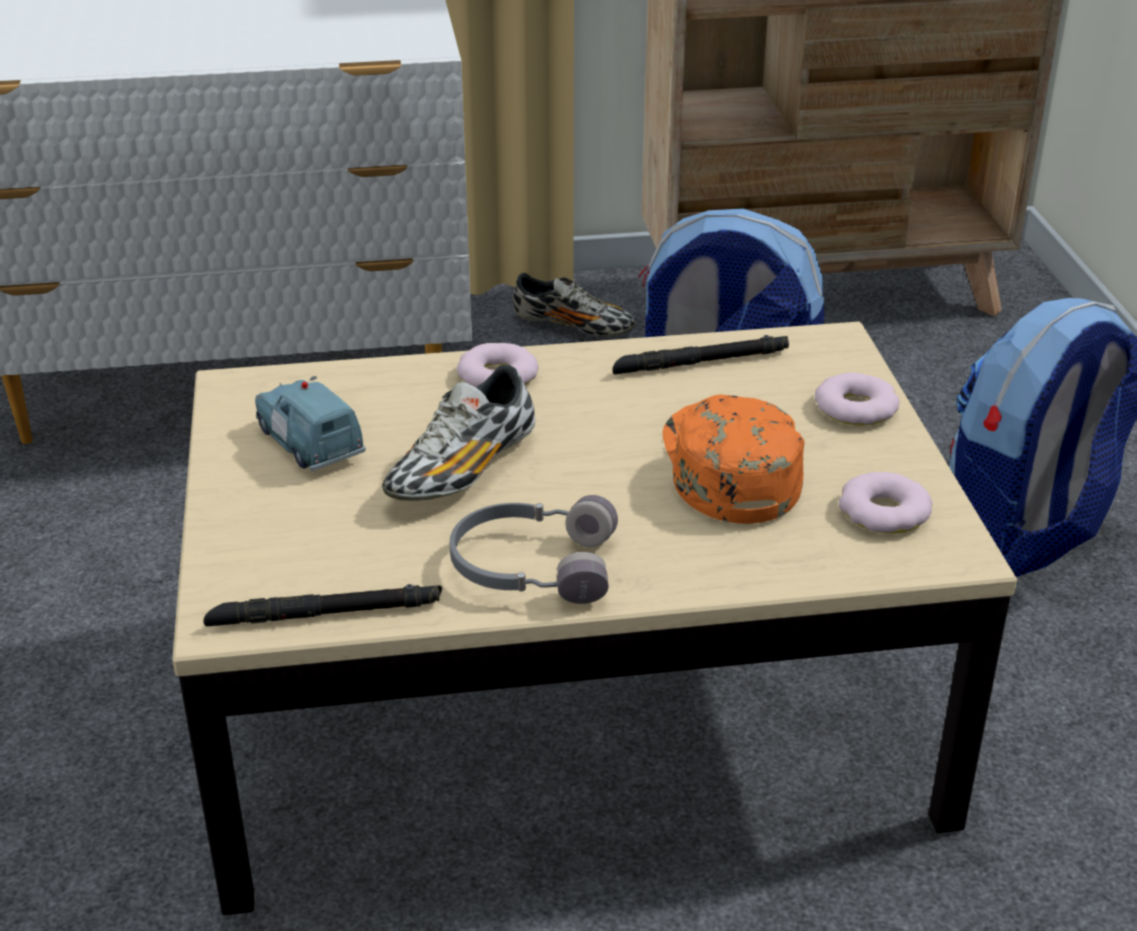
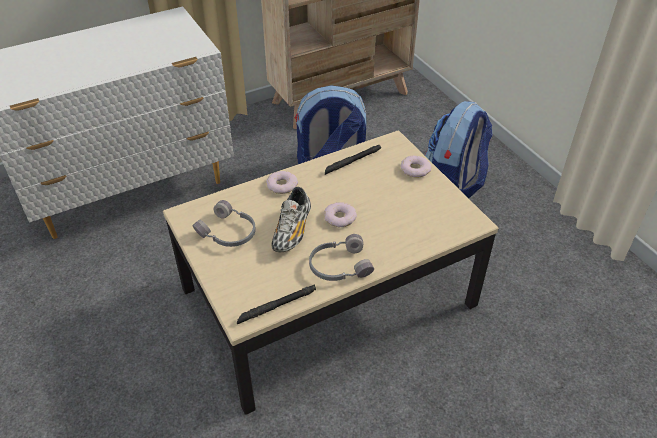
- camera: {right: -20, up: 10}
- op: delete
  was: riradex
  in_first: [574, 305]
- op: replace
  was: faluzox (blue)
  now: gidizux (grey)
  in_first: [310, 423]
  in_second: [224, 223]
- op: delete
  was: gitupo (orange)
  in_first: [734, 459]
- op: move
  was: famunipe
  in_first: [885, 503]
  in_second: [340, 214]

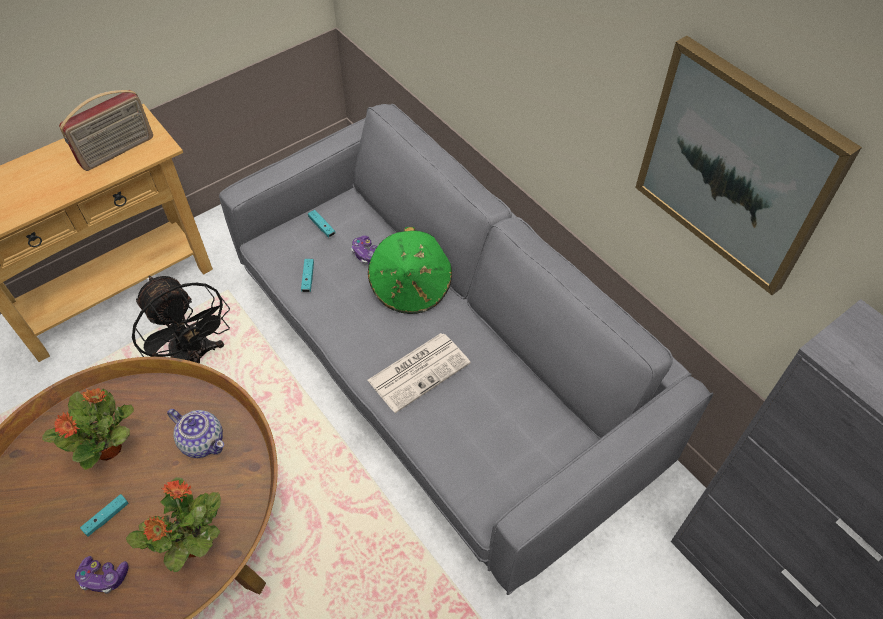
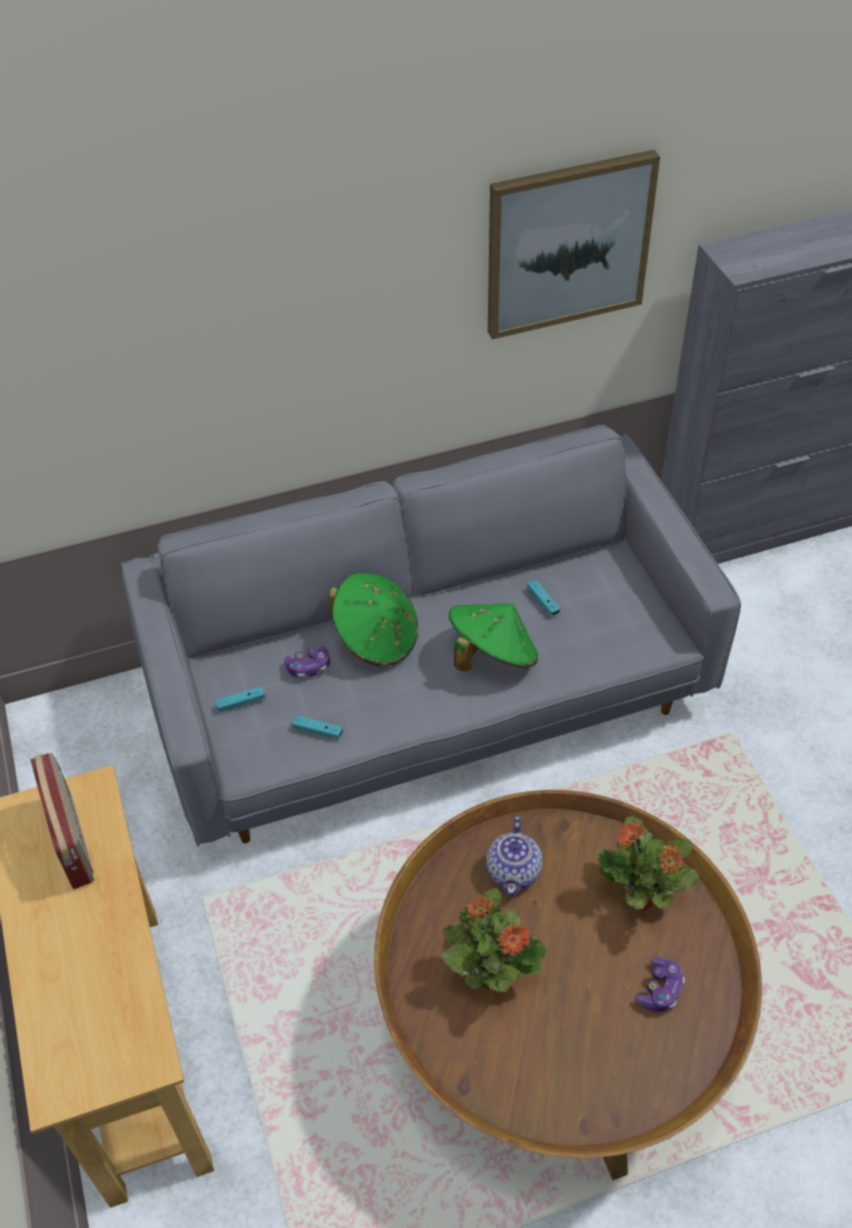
- camera: {right: -70, up: -5}
- op: delete
  was: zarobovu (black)
  in_first: [181, 319]
- op: replace
  was: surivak
  now: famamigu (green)
  in_first: [419, 373]
  in_second: [493, 637]
- op: rotate
  was: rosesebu
  in_first: [195, 433]
  in_second: [515, 856]
  clockwise: 135
- op: move
  was: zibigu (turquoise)
  in_first: [104, 515]
  in_second: [544, 598]

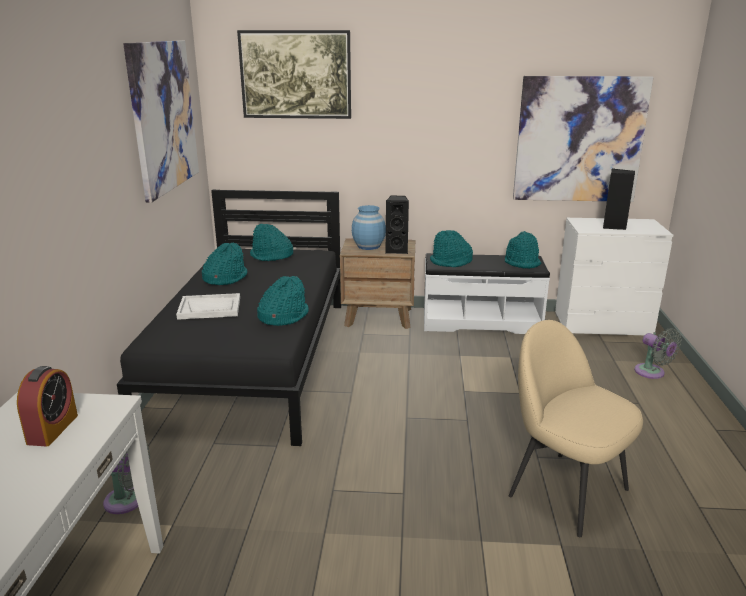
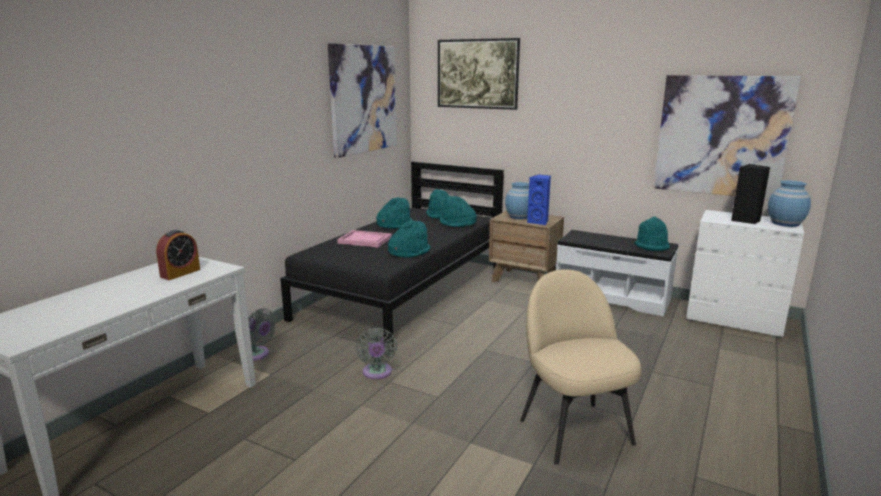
- camera: {right: 25, up: -5}
- op: recolor
  was: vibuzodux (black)
  now: vibuzodux (blue)
  in_first: [397, 225]
  in_second: [539, 200]
- op: move
  was: famamigu (turquoise)
  in_first: [451, 248]
  in_second: [458, 211]
- op: recolor
  was: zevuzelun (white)
  now: zevuzelun (pink)
  in_first: [208, 306]
  in_second: [364, 239]
- op: move
  was: zarobovu (grey)
  in_first: [657, 353]
  in_second: [376, 353]
- op: insert
  now: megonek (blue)
  in_second: [789, 203]

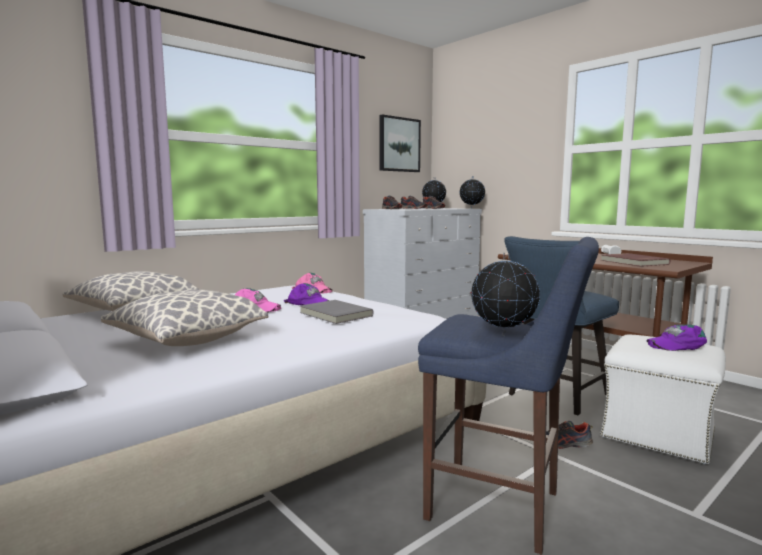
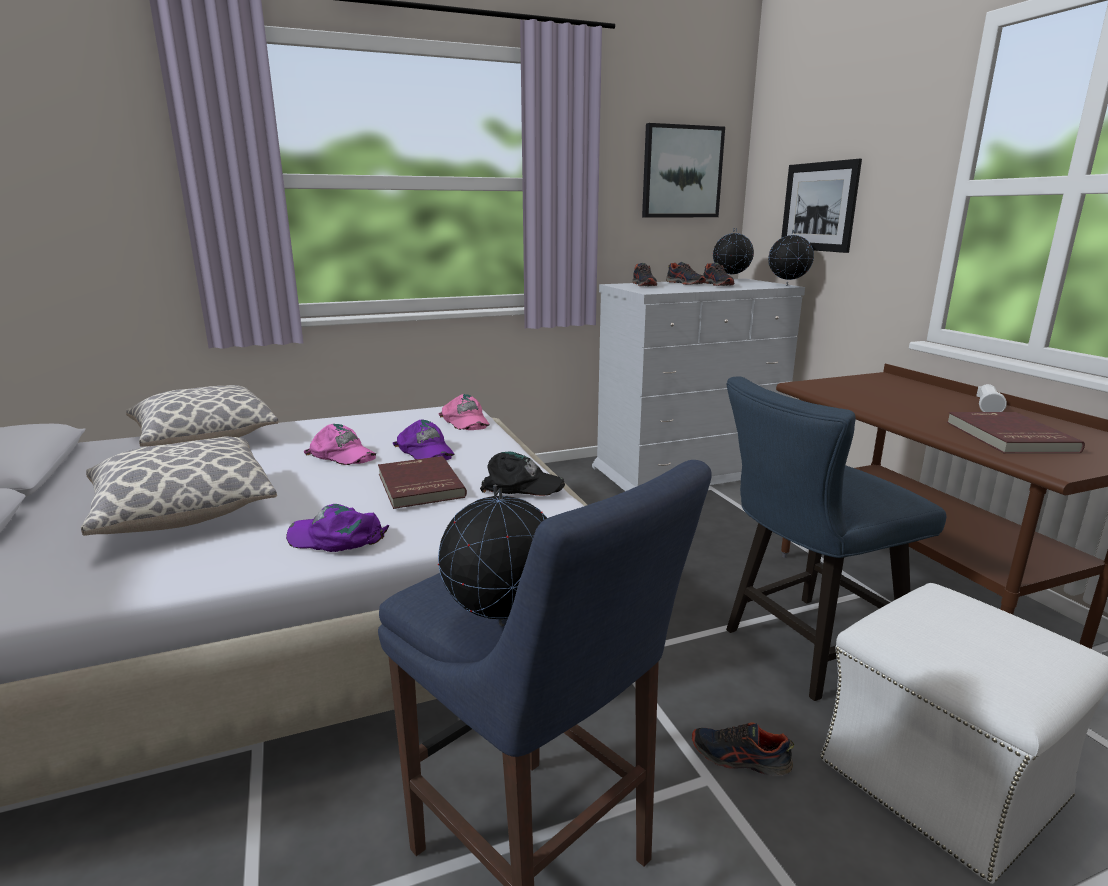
- camera: {right: 20, up: 10}
- op: recolor
  was: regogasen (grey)
  now: regogasen (red)
  in_first: [337, 312]
  in_second: [422, 482]
- op: move
  was: gitupo (purple)
  in_first: [677, 337]
  in_second: [337, 528]
- op: insert
  now: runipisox
  in_second: [821, 206]
- op: insert
  now: gitupo (black)
  in_second: [522, 473]

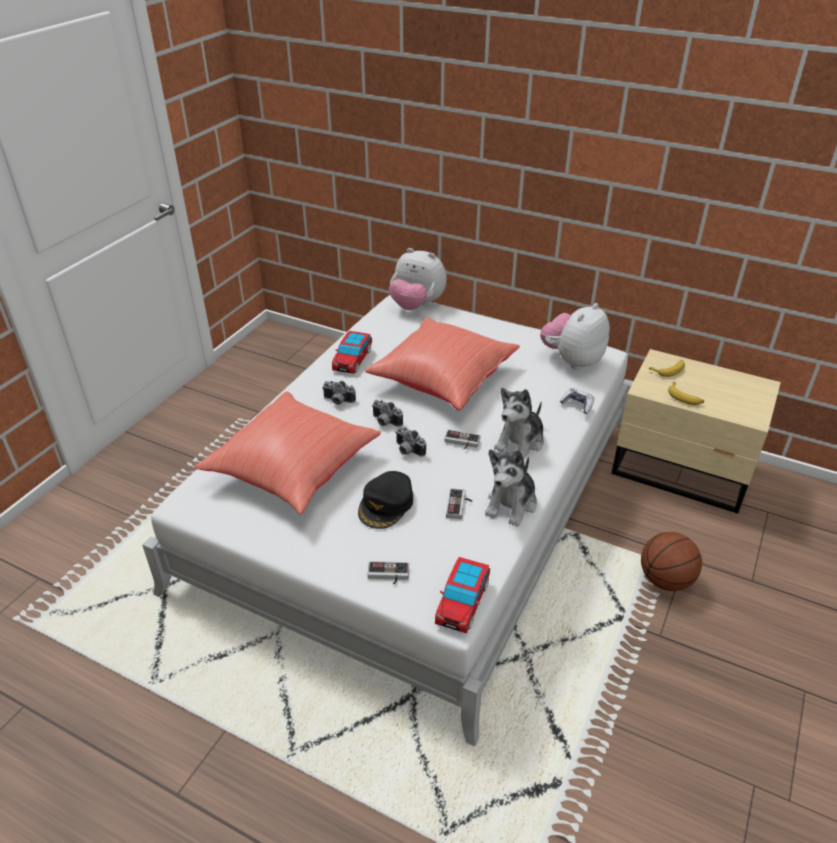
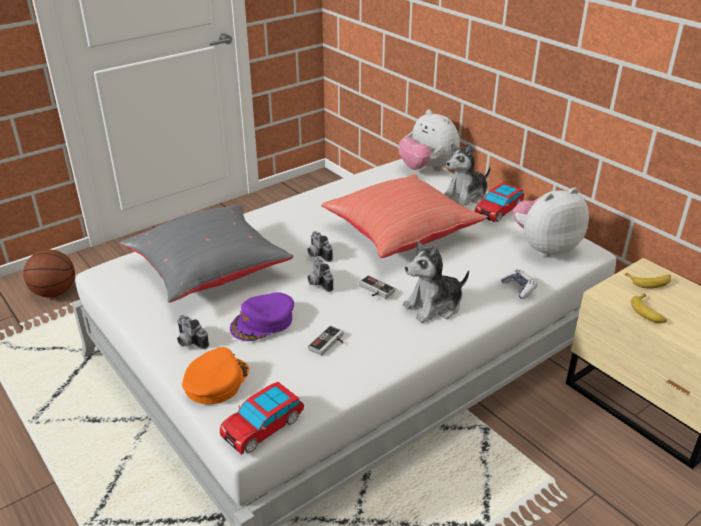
- camera: {right: 25, up: -5}
- op: move
  was: faluzox
  in_first: [352, 352]
  in_second: [499, 202]
- op: move
  was: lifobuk
  in_first: [339, 393]
  in_second: [193, 332]
- op: recolor
  was: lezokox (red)
  now: lezokox (grey)
  in_first: [288, 453]
  in_second: [207, 253]
- op: move
  was: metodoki
  in_first: [511, 488]
  in_second: [467, 175]
- op: recolor
  was: gitupo (black)
  now: gitupo (purple)
  in_first: [385, 500]
  in_second: [262, 316]
- op: move
  was: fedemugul
  in_first: [671, 561]
  in_second: [49, 273]
- op: replace
  was: zibigu
  now: gitupo (orange)
  in_first: [388, 572]
  in_second: [215, 375]

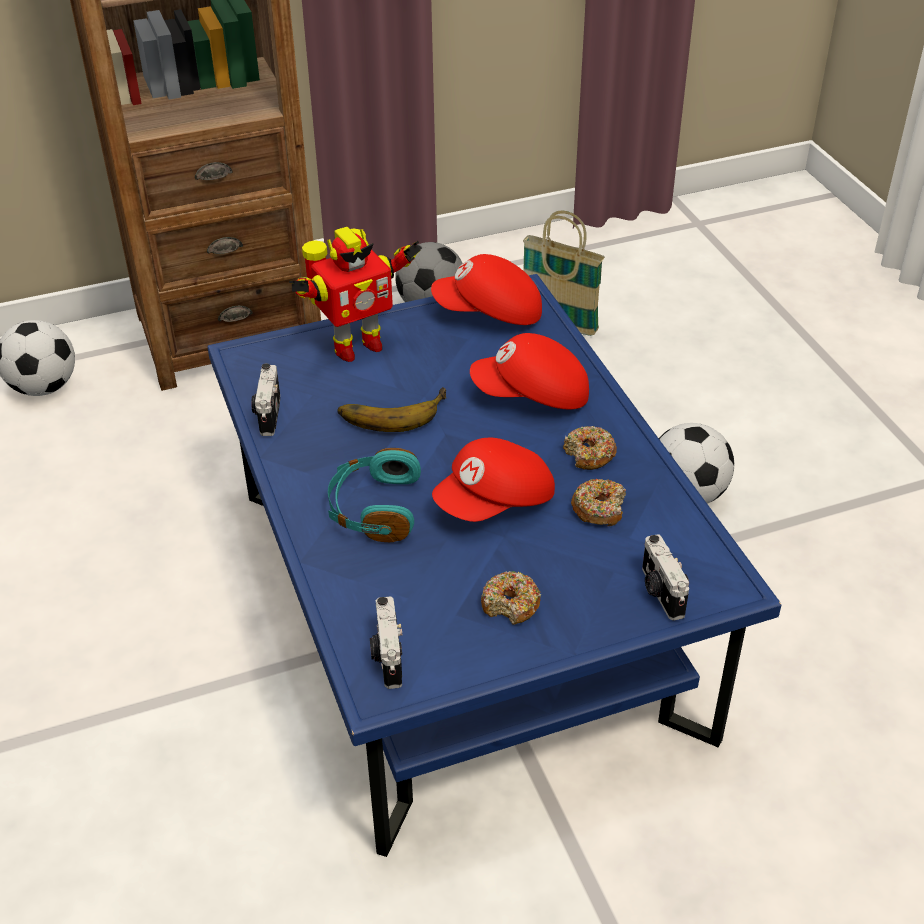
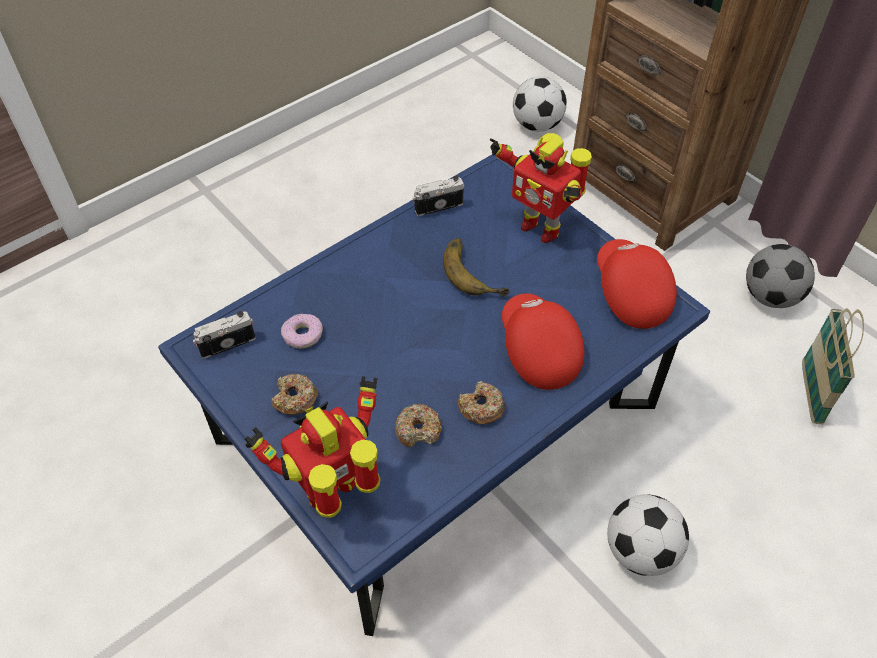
- camera: {right: 70, up: 10}
- op: delete
  was: gitupo (red)
  in_first: [493, 480]
- op: delete
  was: gidizux (turquoise)
  in_first: [374, 495]
- op: replace
  was: lifobuk
  now: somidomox
  in_first: [665, 577]
  in_second: [313, 447]
- op: insert
  now: famunipe
  in_second: [302, 331]

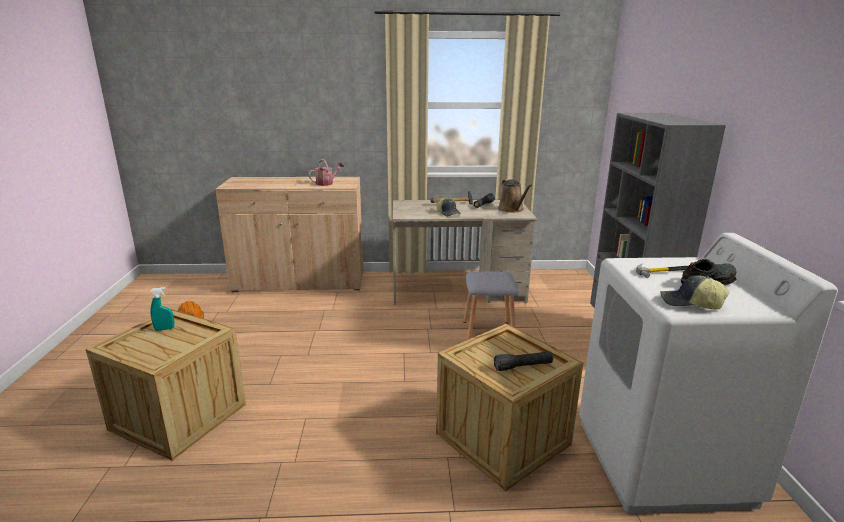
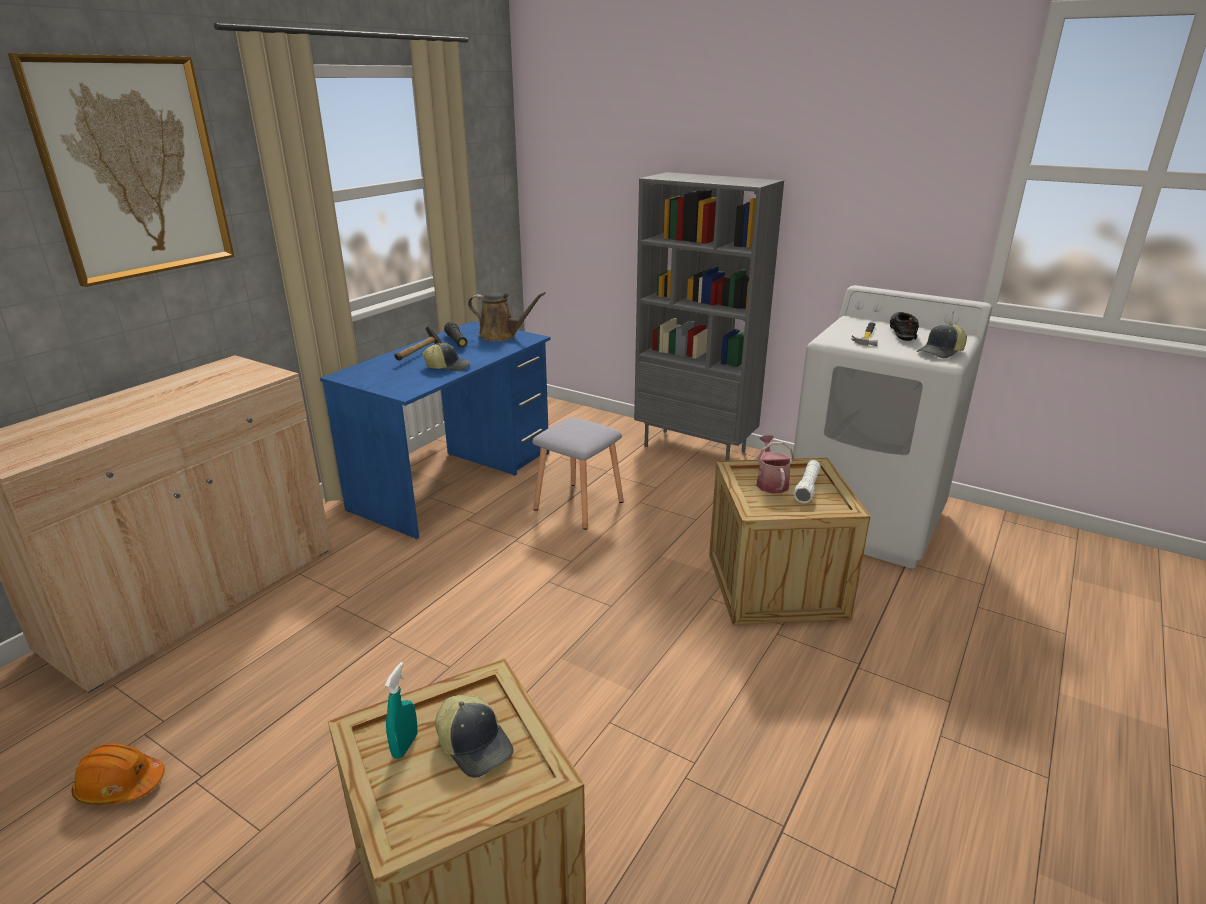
- camera: {right: -55, up: 5}
- op: move
  was: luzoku
  in_first: [326, 172]
  in_second: [775, 464]
- op: recolor
  was: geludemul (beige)
  now: geludemul (blue)
  in_first: [465, 252]
  in_second: [435, 430]
- op: recolor
  was: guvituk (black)
  now: guvituk (white)
  in_first: [523, 361]
  in_second: [807, 481]
- op: insert
  now: runipisox
  in_second: [121, 170]
- op: insert
  now: gitupo
  in_second: [474, 736]

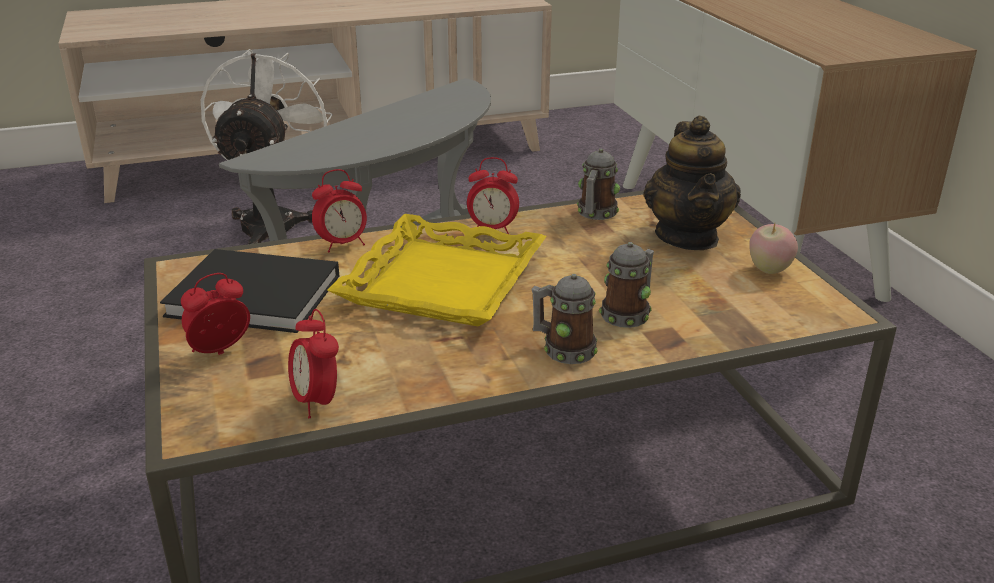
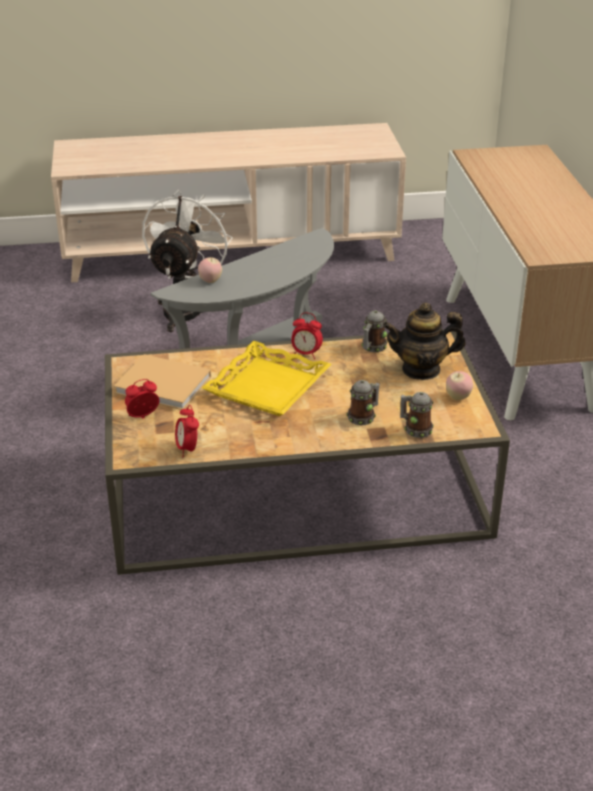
- camera: {right: 10, up: 5}
- op: rotate
  was: rosesebu
  in_first: [692, 183]
  in_second: [424, 341]
  clockwise: 75
- op: delete
  was: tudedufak
  in_first: [339, 210]
- op: recolor
  was: regogasen (black)
  now: regogasen (beige)
  in_first: [249, 291]
  in_second: [162, 382]
- op: move
  was: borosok
  in_first: [565, 319]
  in_second: [417, 415]
- op: insert
  now: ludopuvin
  in_second: [210, 270]

